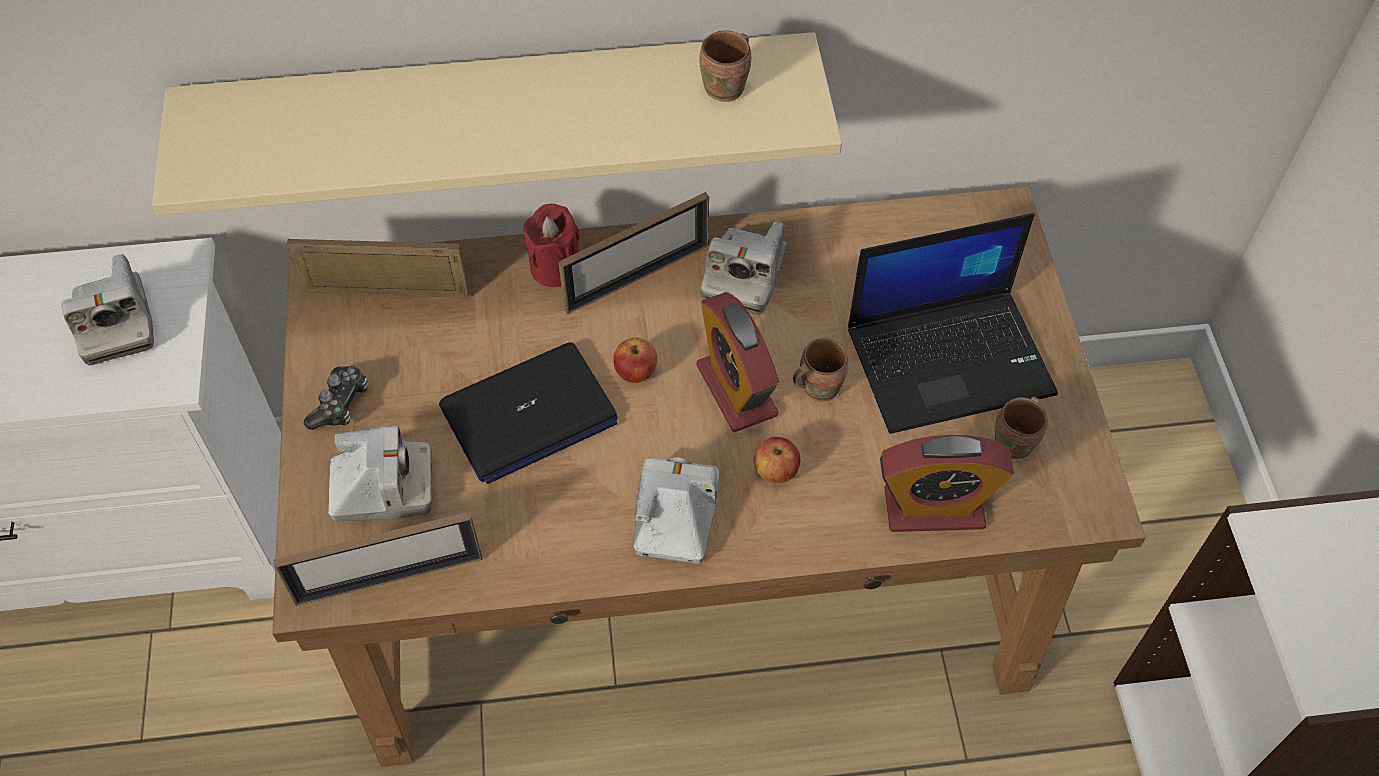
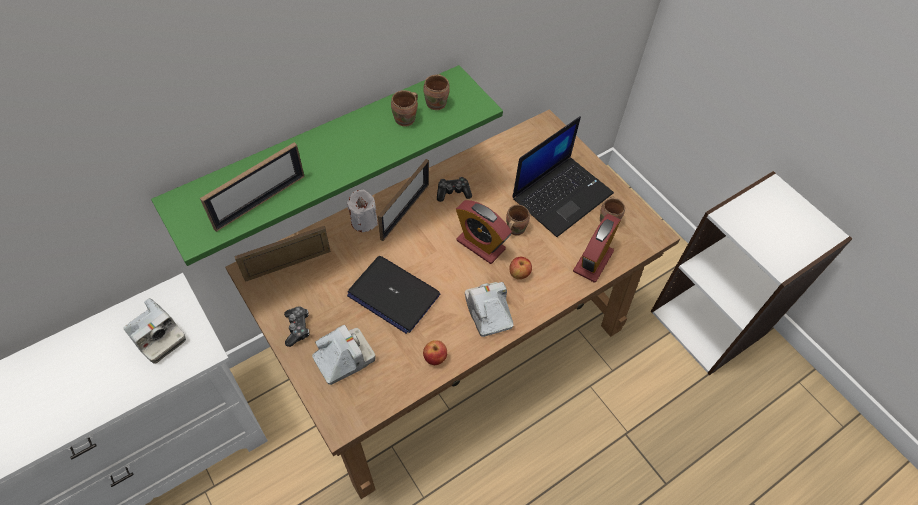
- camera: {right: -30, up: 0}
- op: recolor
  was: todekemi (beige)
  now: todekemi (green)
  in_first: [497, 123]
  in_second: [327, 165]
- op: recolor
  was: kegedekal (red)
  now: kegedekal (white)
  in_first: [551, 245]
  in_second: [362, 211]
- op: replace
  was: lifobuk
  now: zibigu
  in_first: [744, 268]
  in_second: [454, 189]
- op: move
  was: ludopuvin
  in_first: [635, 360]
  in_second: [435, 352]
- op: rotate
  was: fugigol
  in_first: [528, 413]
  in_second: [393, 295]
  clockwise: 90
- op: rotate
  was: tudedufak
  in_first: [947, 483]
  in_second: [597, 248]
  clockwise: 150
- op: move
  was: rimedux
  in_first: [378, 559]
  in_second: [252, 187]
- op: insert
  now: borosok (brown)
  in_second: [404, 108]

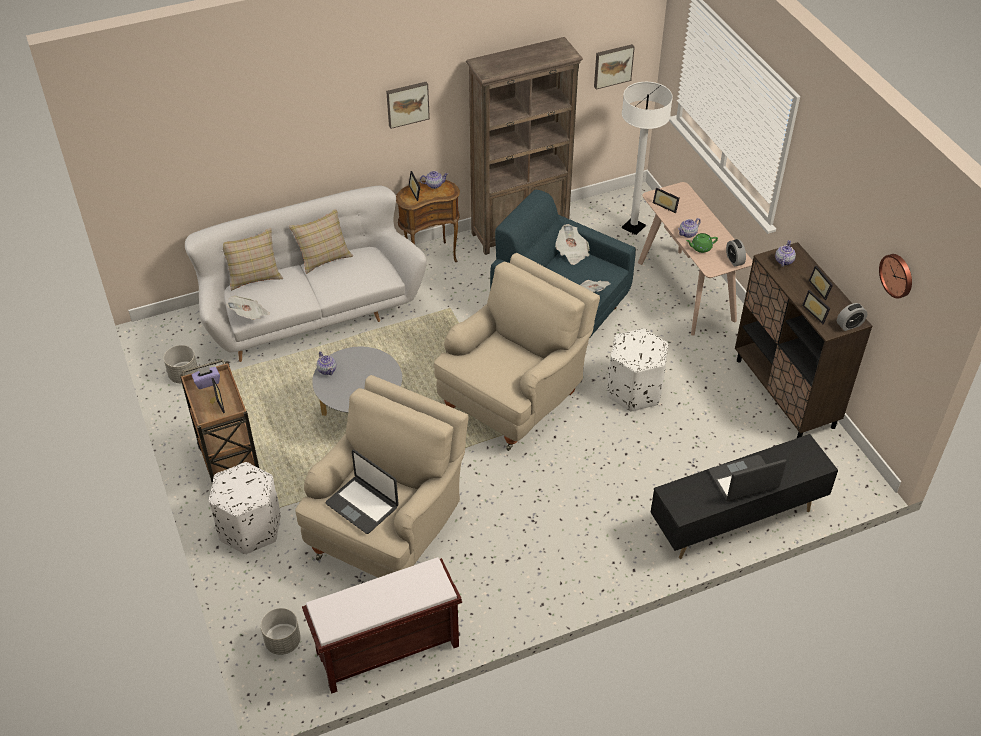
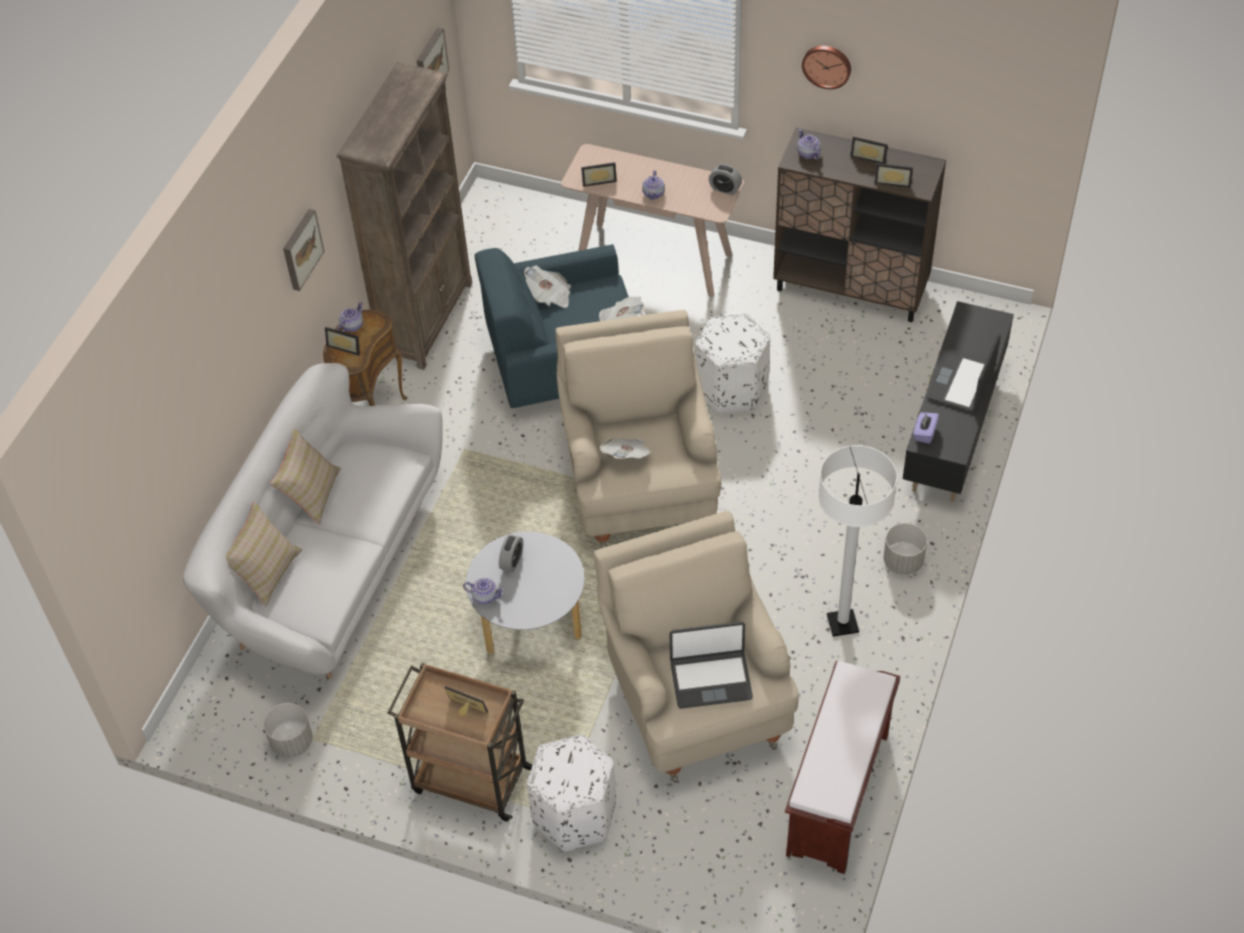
- camera: {right: -45, up: 5}
- op: move
  was: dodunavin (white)
  in_first: [647, 158]
  in_second: [857, 541]
- op: delete
  was: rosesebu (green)
  in_first: [702, 243]
- op: move
  was: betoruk
  in_first: [895, 276]
  in_second: [826, 67]
- op: move
  was: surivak
  in_first: [248, 308]
  in_second: [625, 448]
- op: move
  was: tudedufak
  in_first: [852, 317]
  in_second: [511, 553]
- op: move
  was: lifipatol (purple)
  in_first: [206, 377]
  in_second: [926, 428]
- op: move
  was: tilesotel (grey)
  in_first: [281, 631]
  in_second: [905, 549]

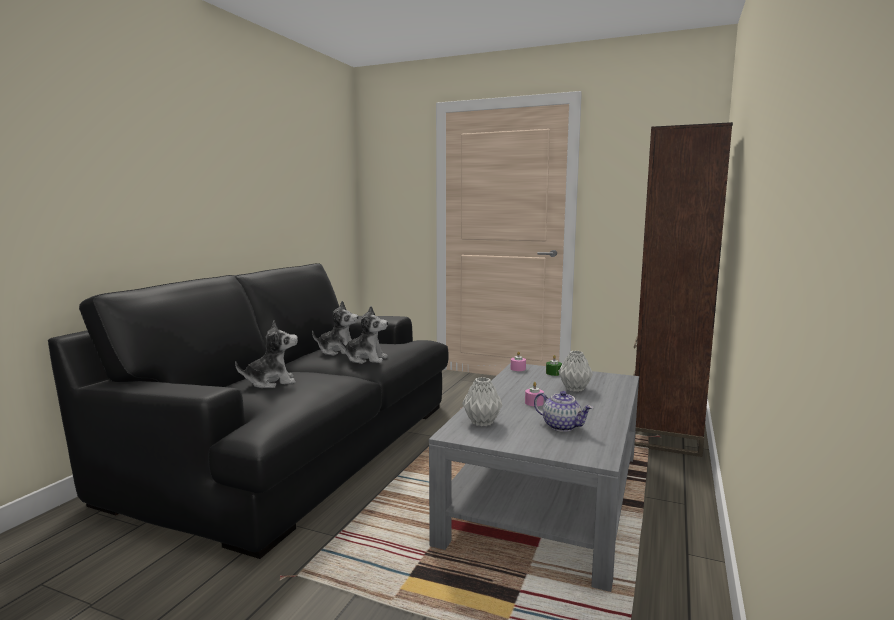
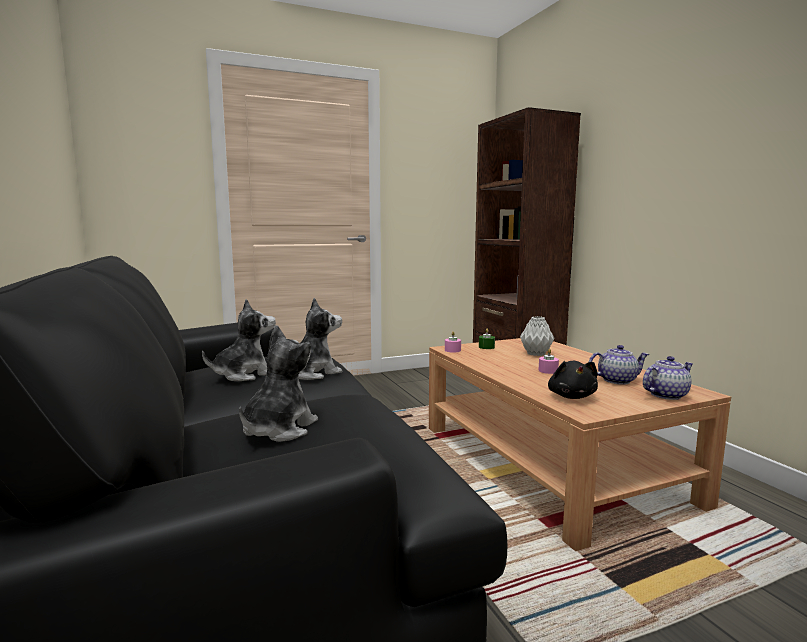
- camera: {right: -45, up: 0}
- op: recolor
  was: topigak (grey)
  now: topigak (brown)
  in_first: [534, 477]
  in_second: [580, 444]
- op: replace
  was: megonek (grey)
  now: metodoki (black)
  in_first: [482, 401]
  in_second: [573, 380]
- op: insert
  now: rosesebu
  in_second: [668, 378]

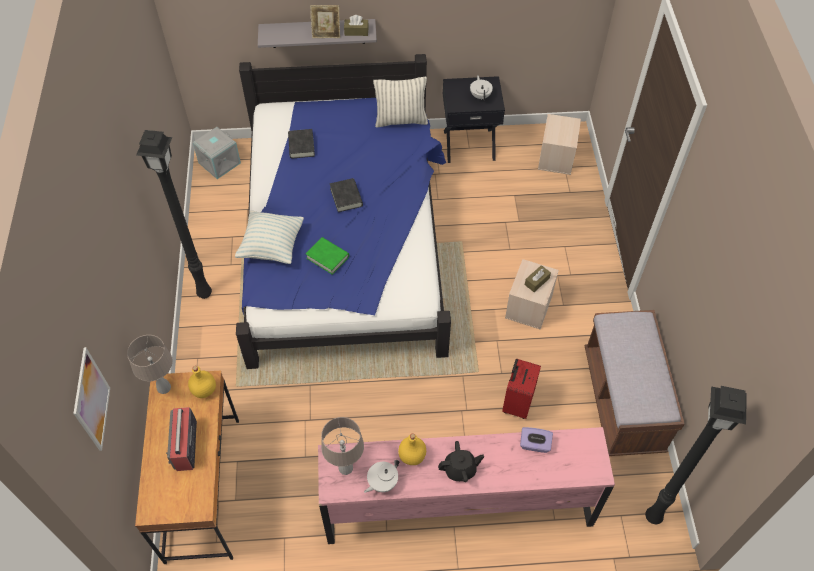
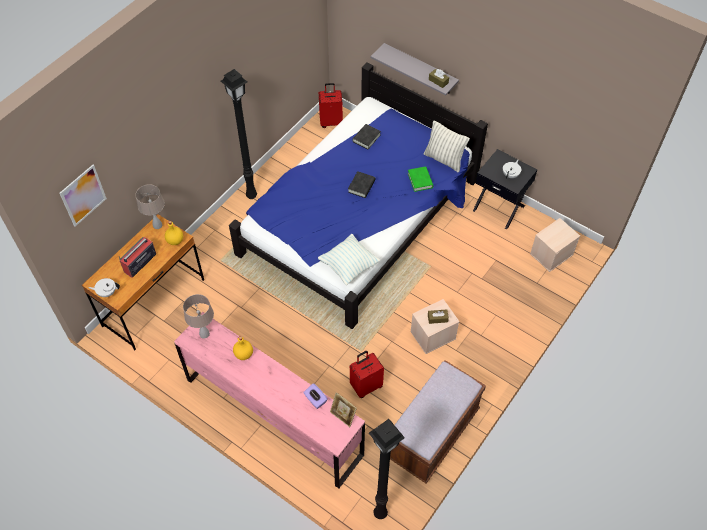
- camera: {right: 40, up: 0}
- op: move
  was: rimedux
  in_first: [325, 21]
  in_second: [343, 409]
- op: replace
  was: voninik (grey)
  now: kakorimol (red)
  in_first: [217, 153]
  in_second: [331, 105]
- op: move
  was: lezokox
  in_first: [269, 237]
  in_second: [349, 259]
- op: move
  was: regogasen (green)
  in_first: [327, 256]
  in_second: [420, 179]
- op: delete
  was: rosesebu (black)
  in_first: [461, 461]
- op: move
  was: rosesebu (white)
  in_first: [381, 476]
  in_second: [104, 287]

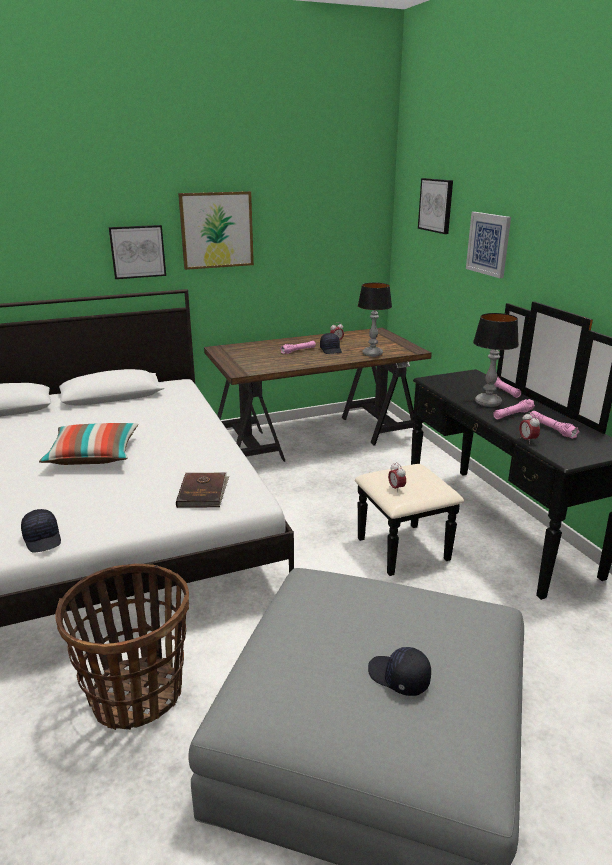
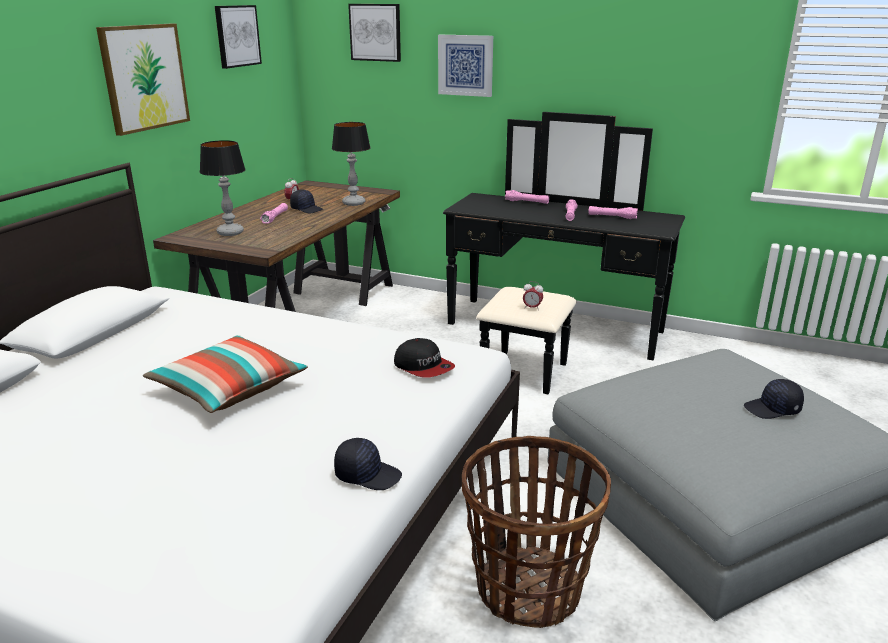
- camera: {right: -45, up: 0}
- op: move
  was: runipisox
  in_first: [137, 252]
  in_second: [238, 37]
- op: move
  was: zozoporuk
  in_first: [496, 360]
  in_second: [223, 188]
- op: delete
  was: tudedufak
  in_first: [529, 428]
- op: replace
  was: regogasen (brown)
  now: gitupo
  in_first: [202, 490]
  in_second: [424, 357]

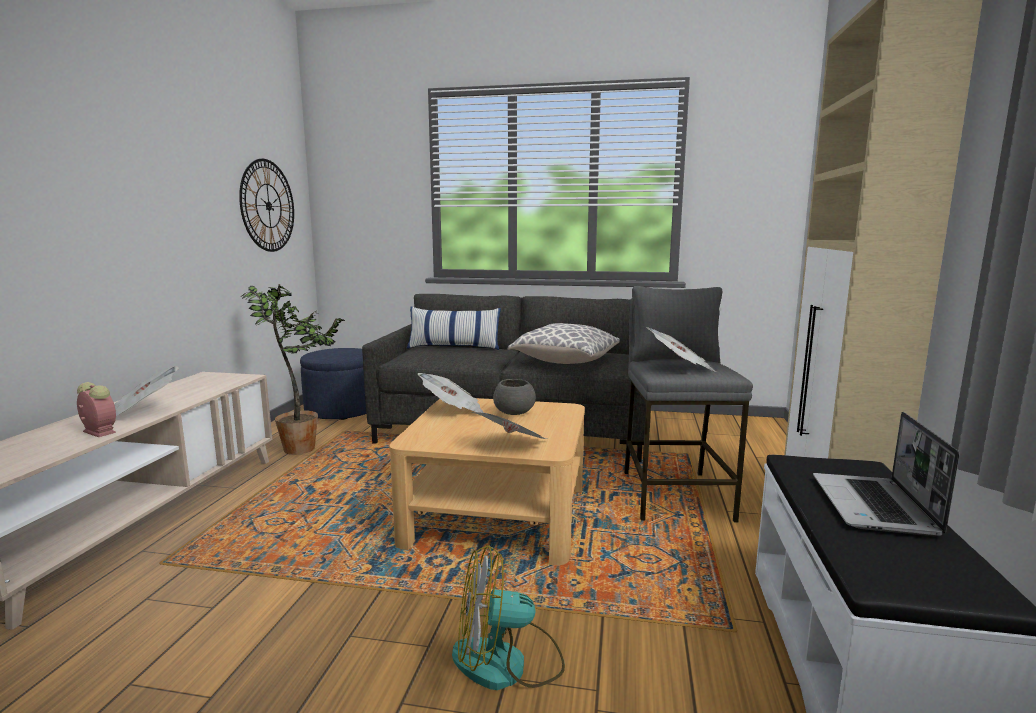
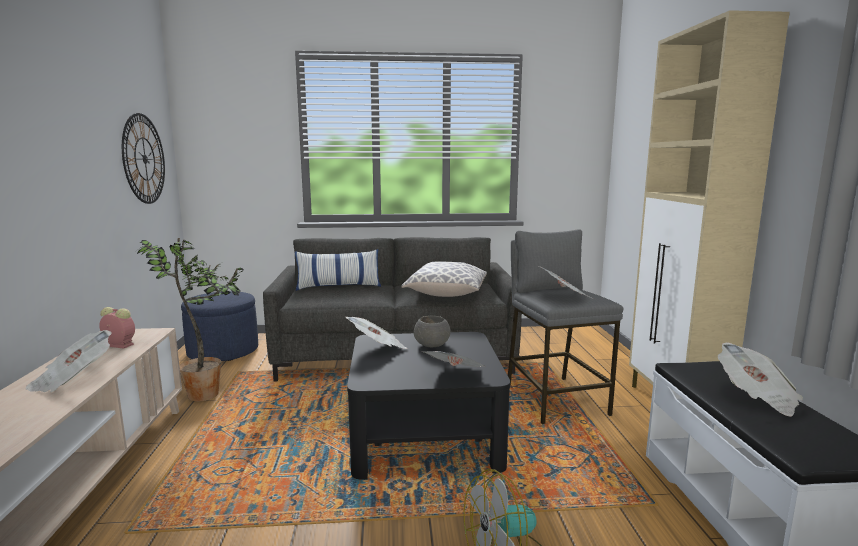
- camera: {right: -15, up: 0}
- op: move
  was: tudedufak
  in_first: [96, 409]
  in_second: [117, 328]
- op: recolor
  was: topigak (beige)
  now: topigak (black)
  in_first: [487, 481]
  in_second: [428, 406]
- op: replace
  was: fugigol
  now: surivak
  in_first: [886, 474]
  in_second: [760, 379]

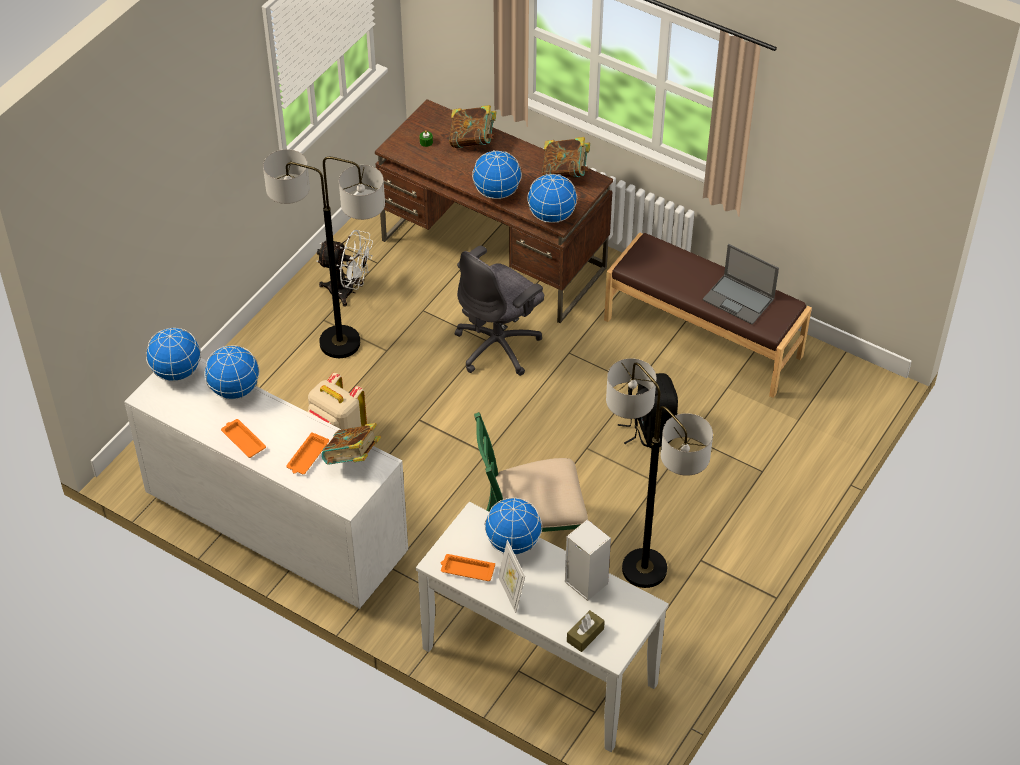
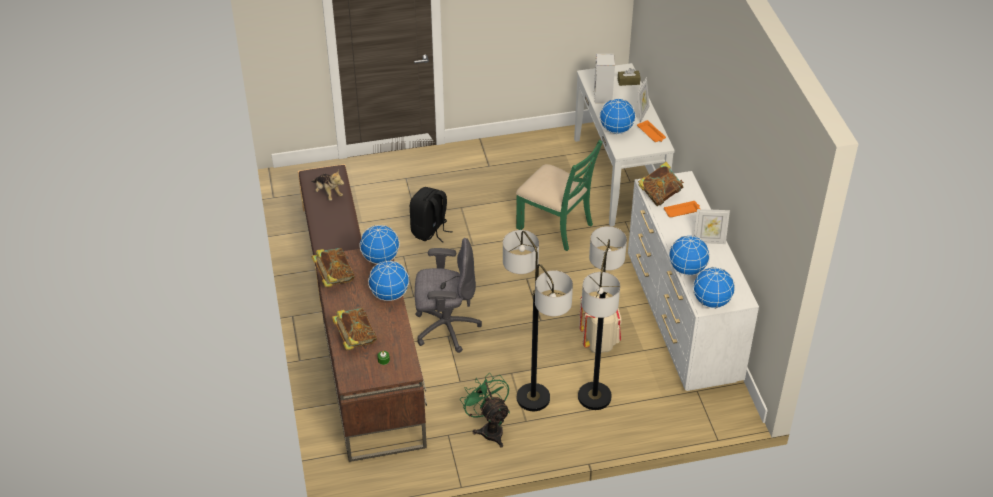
- camera: {right: -135, up: -5}
- op: recolor
  was: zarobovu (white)
  now: zarobovu (green)
  in_first: [344, 268]
  in_second: [485, 410]
- op: replace
  was: fugigol
  now: metodoki
  in_first: [741, 284]
  in_second: [327, 185]
- op: move
  was: dodunavin
  in_first: [659, 473]
  in_second: [602, 318]
- op: replace
  was: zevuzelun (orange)
  now: rimedux
  in_first: [243, 438]
  in_second: [712, 226]

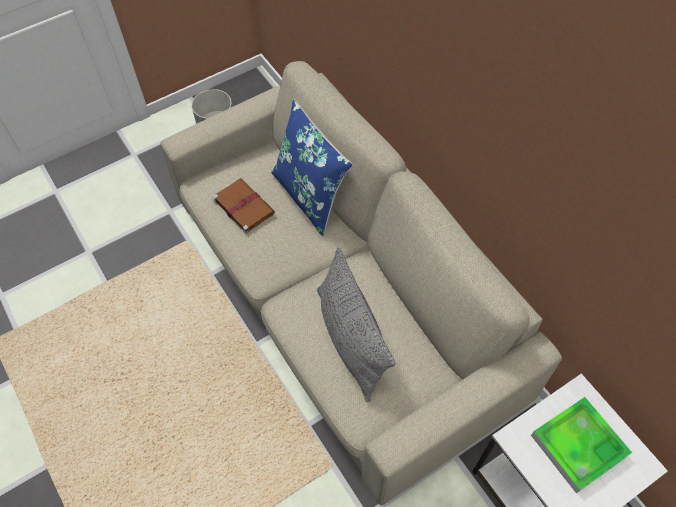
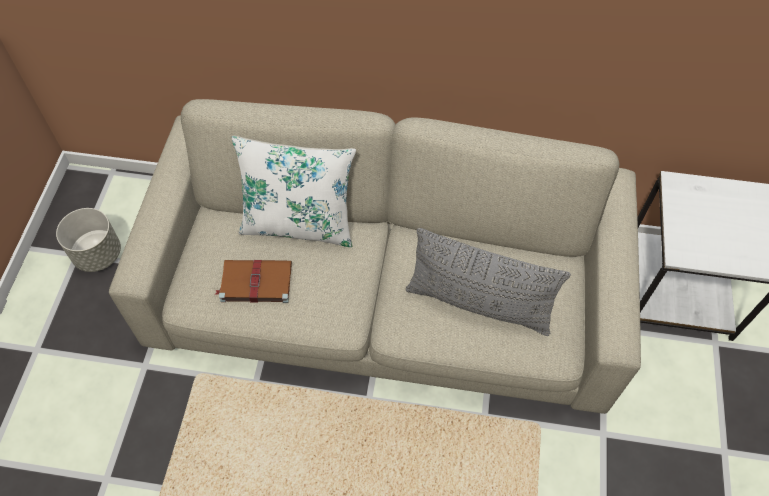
- camera: {right: -50, up: 0}
- op: recolor
  was: lezokox (blue)
  now: lezokox (white)
  in_first: [312, 167]
  in_second: [294, 191]
- op: delete
  was: zevuzelun
  in_first: [581, 445]

